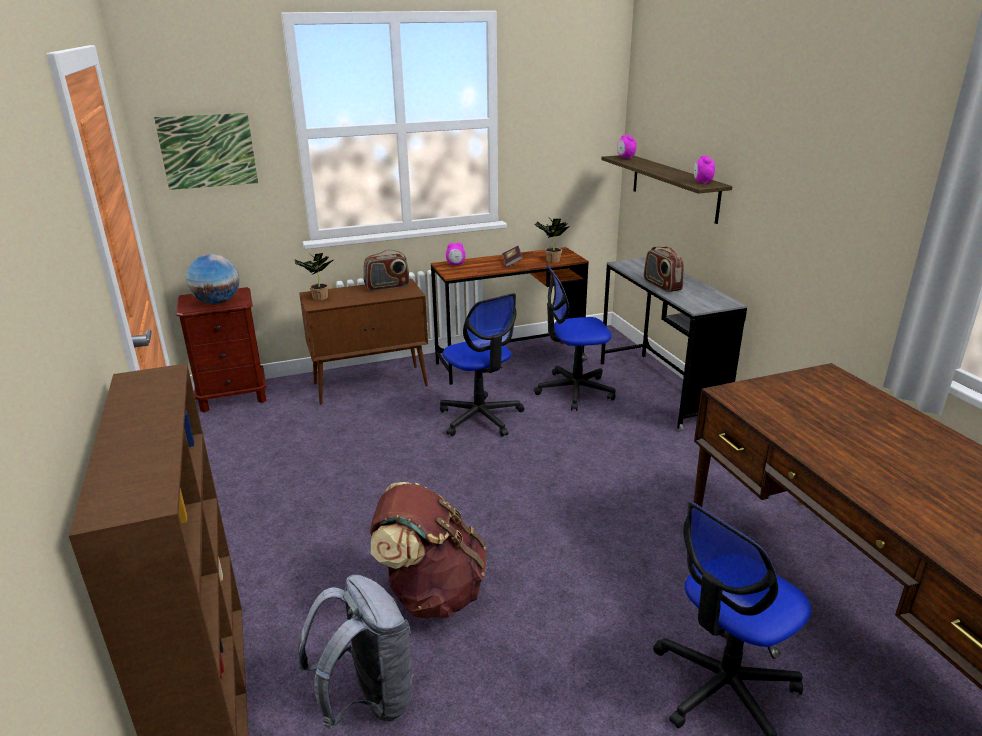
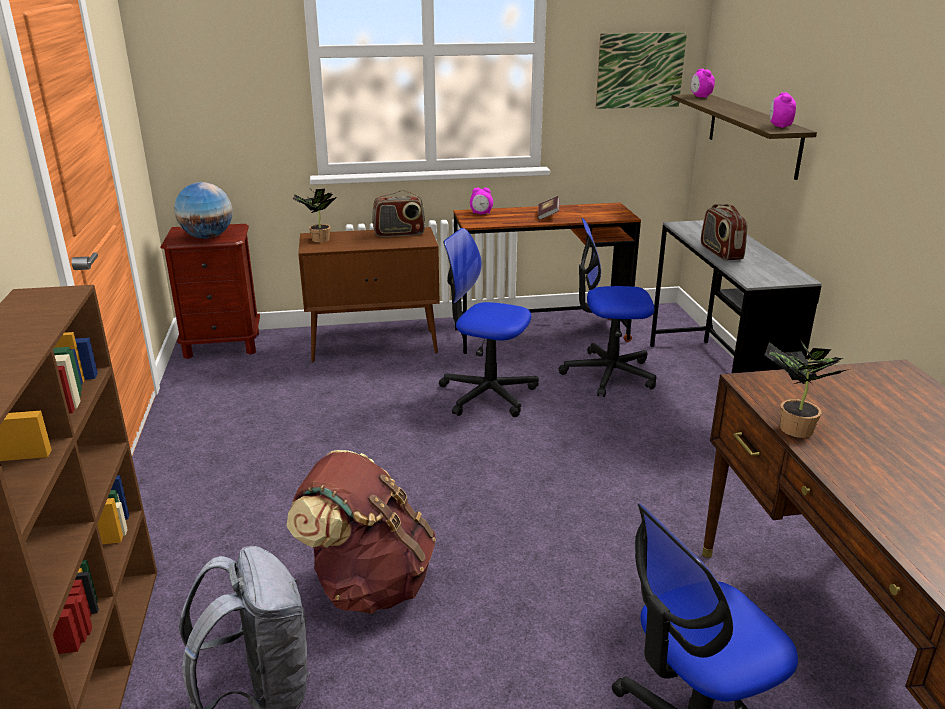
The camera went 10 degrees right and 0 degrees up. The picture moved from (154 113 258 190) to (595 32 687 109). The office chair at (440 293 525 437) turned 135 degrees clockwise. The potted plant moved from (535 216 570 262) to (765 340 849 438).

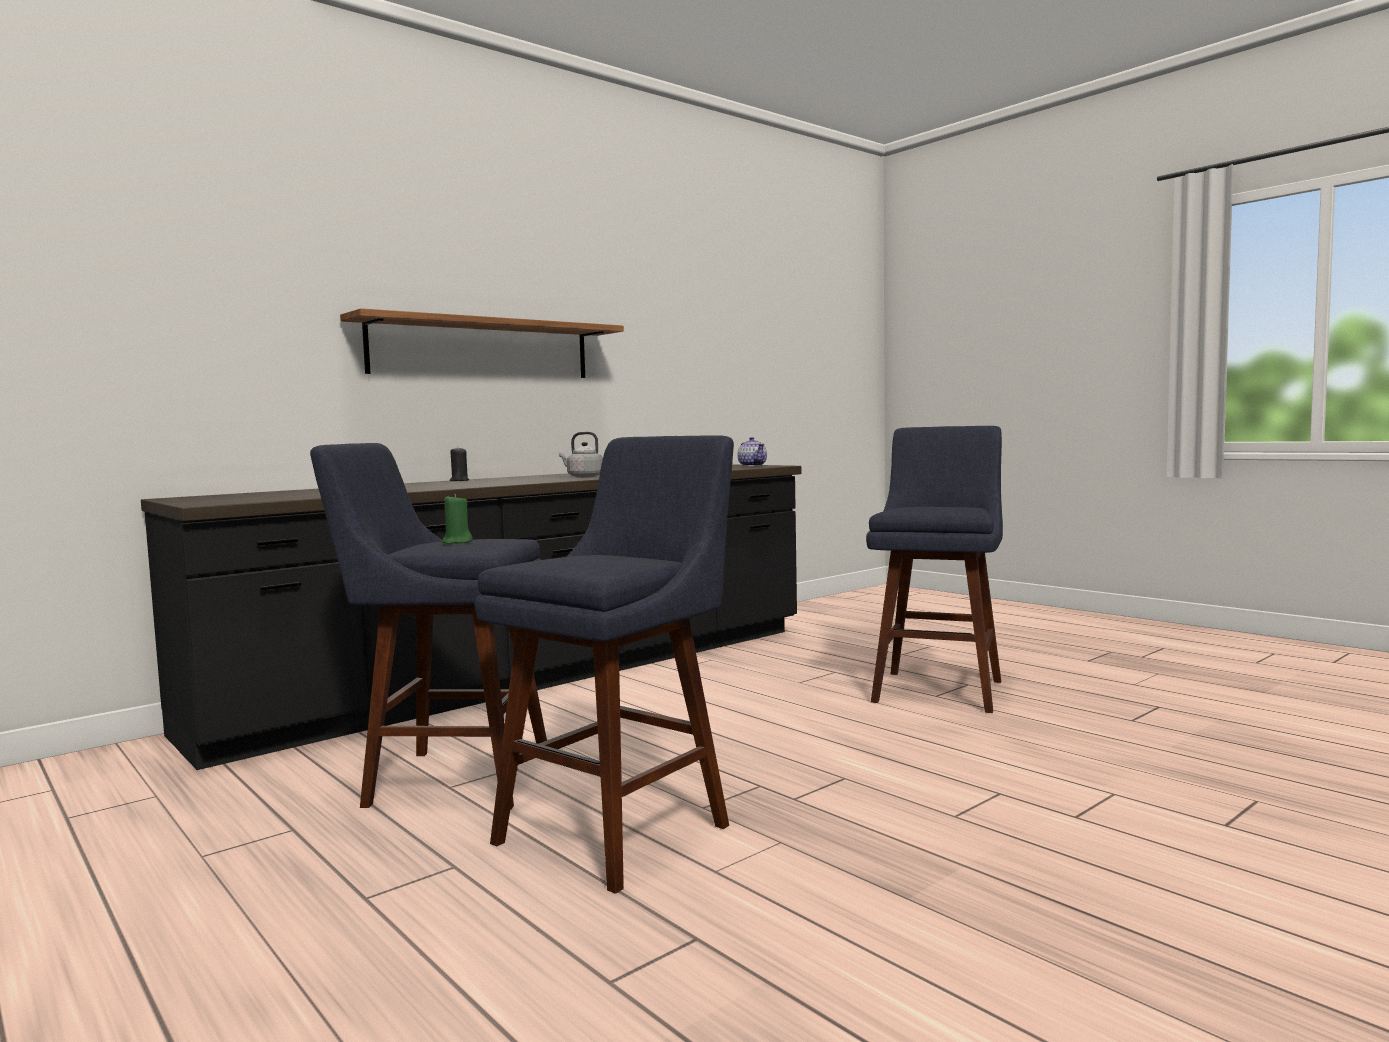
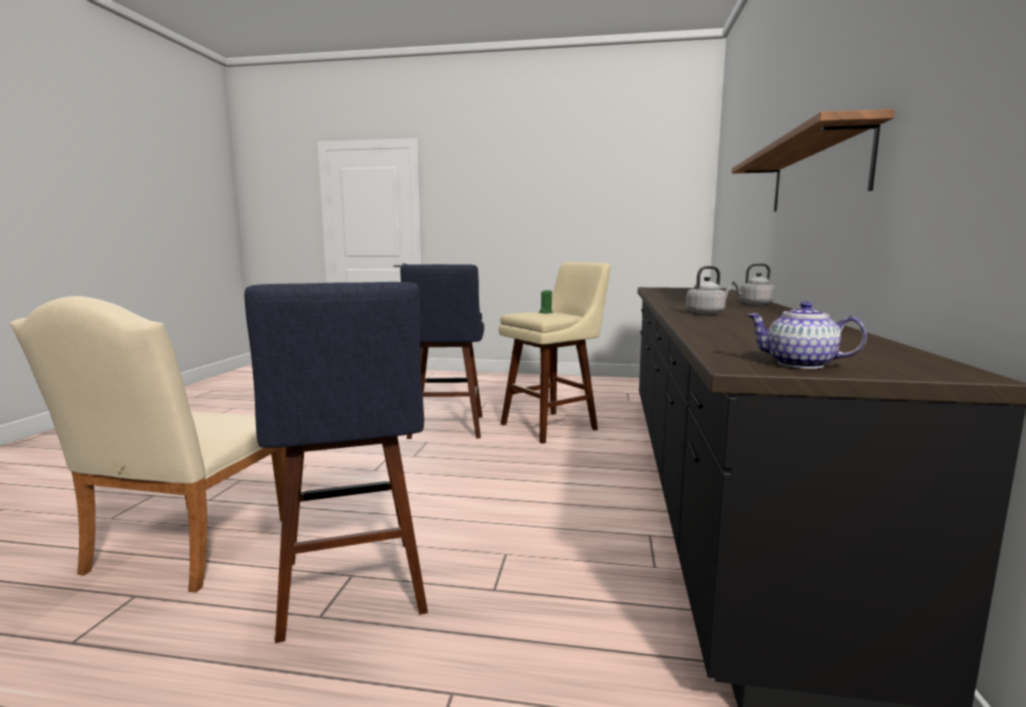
The camera went 140 degrees right and 5 degrees up. The stool/blue at (310 443 547 810) became the stool/beige at (499 262 611 444). The candle/black at (450 447 469 481) was replaced by the kettle/grey at (732 263 776 305). The chair/beige at (10 296 286 593) appeared.

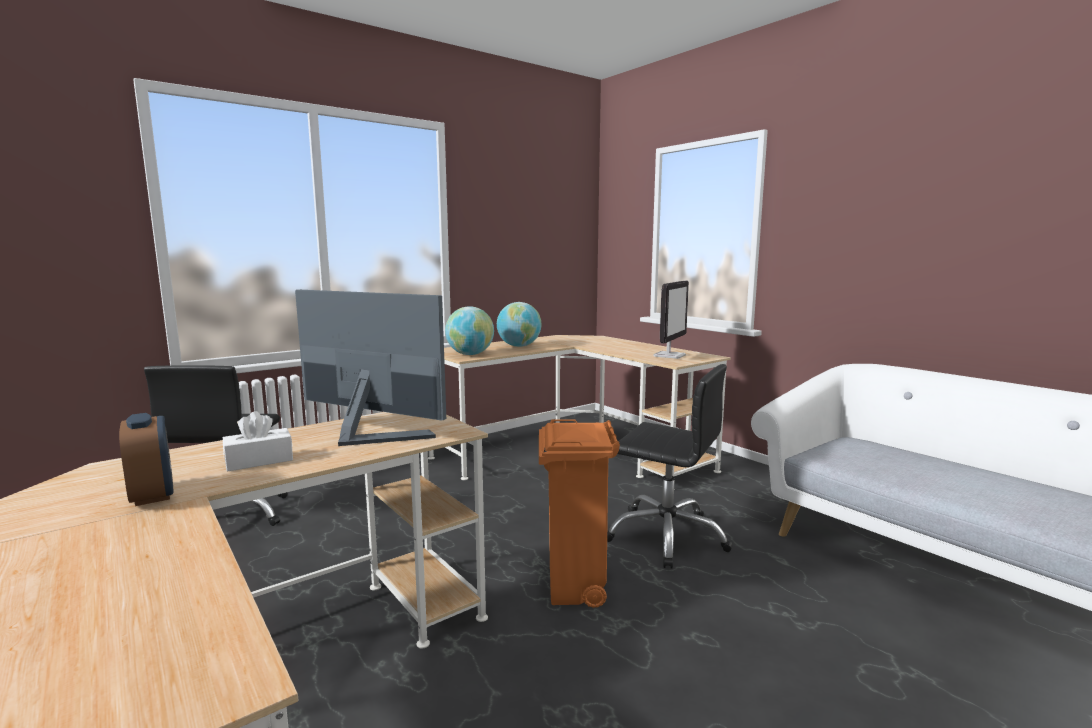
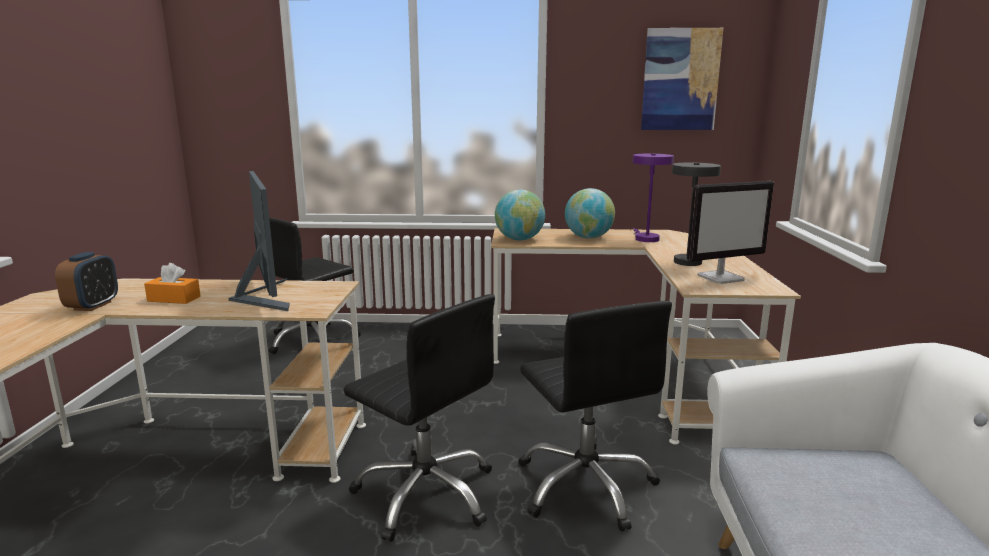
The camera went 40 degrees right and 5 degrees up. The tissue box/white at (223 411 293 471) became the tissue box/orange at (144 263 201 304). The trash can/orange at (539 419 620 608) was replaced by the office chair/black at (344 294 495 542). The table lamp/purple at (633 153 674 242) appeared. The picture at (641 28 724 130) appeared. The table lamp/grey at (672 163 721 266) appeared.

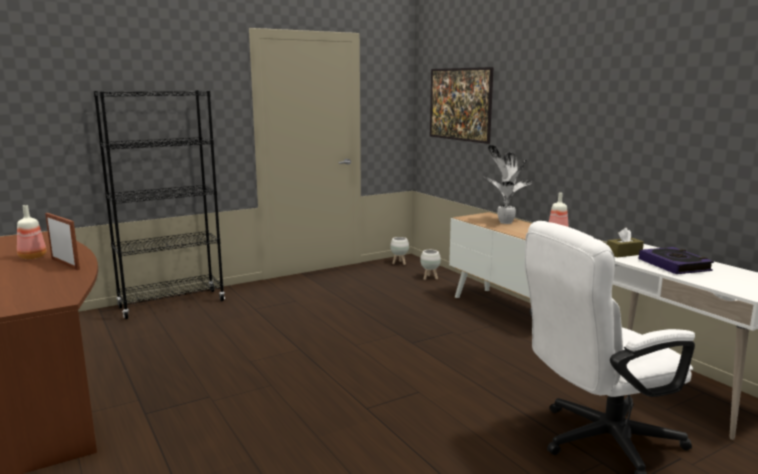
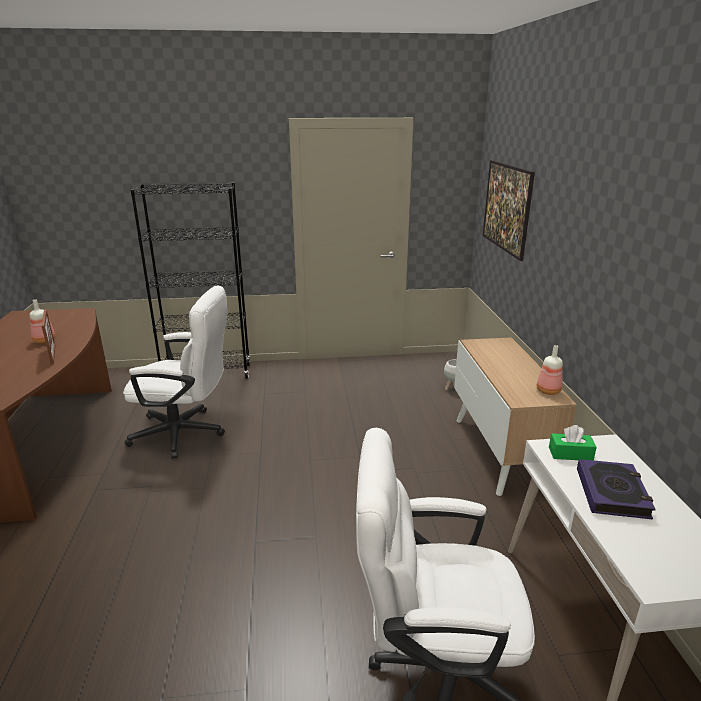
The camera went 25 degrees right and 10 degrees up. The planter/white at (390 237 409 265) disappeared. The potted plant at (484 145 532 224) disappeared. The tissue box/brown at (607 228 644 258) became the tissue box/green at (549 425 597 460). The office chair/white at (123 285 227 459) appeared.

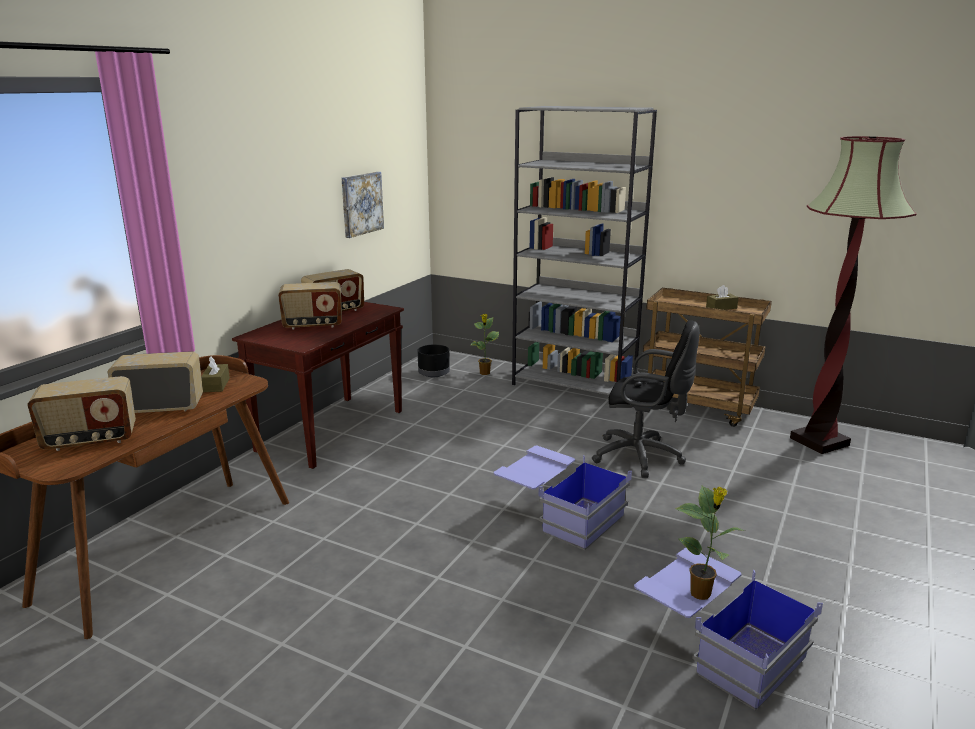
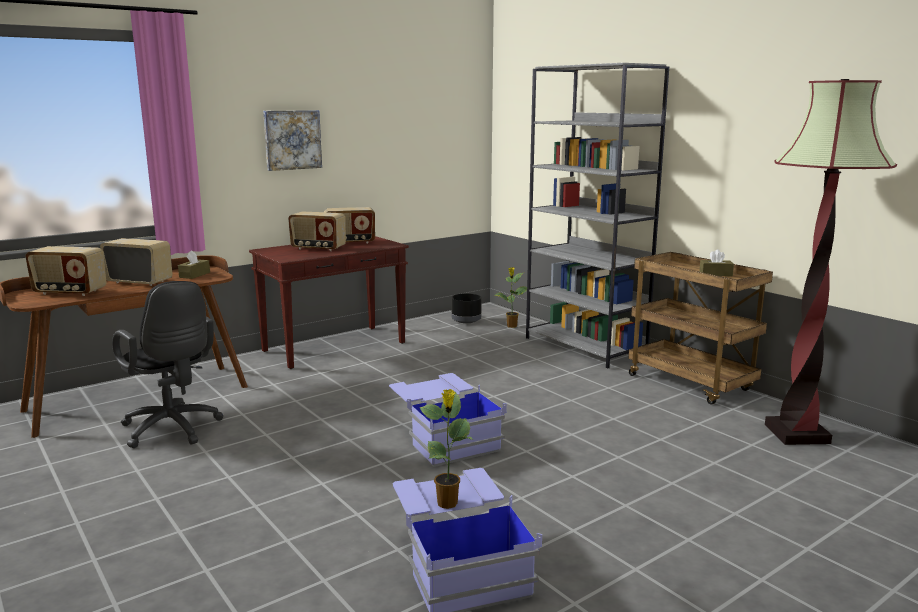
The camera went 25 degrees right and 5 degrees down. The picture moved from (341 172 384 238) to (263 110 322 171). The office chair/black moved from (592 320 699 478) to (112 281 224 448).

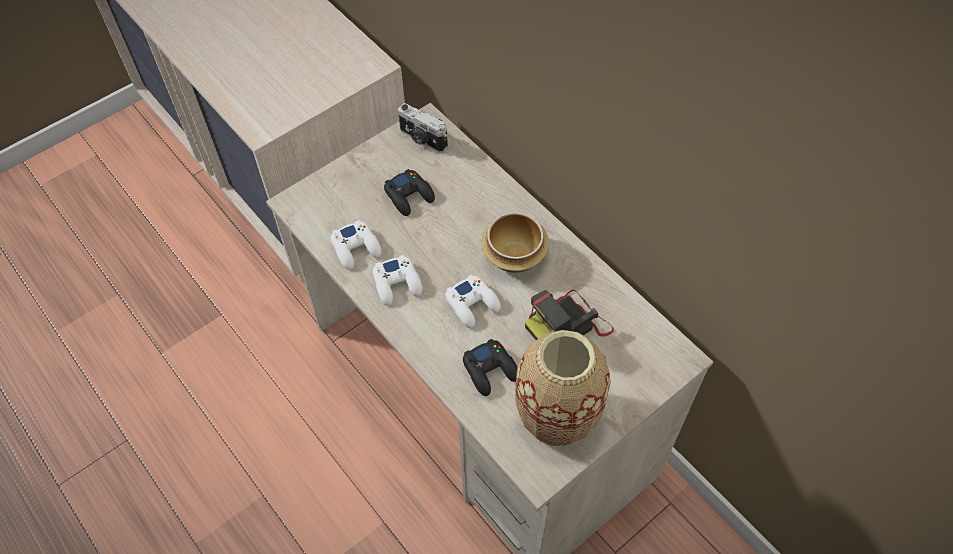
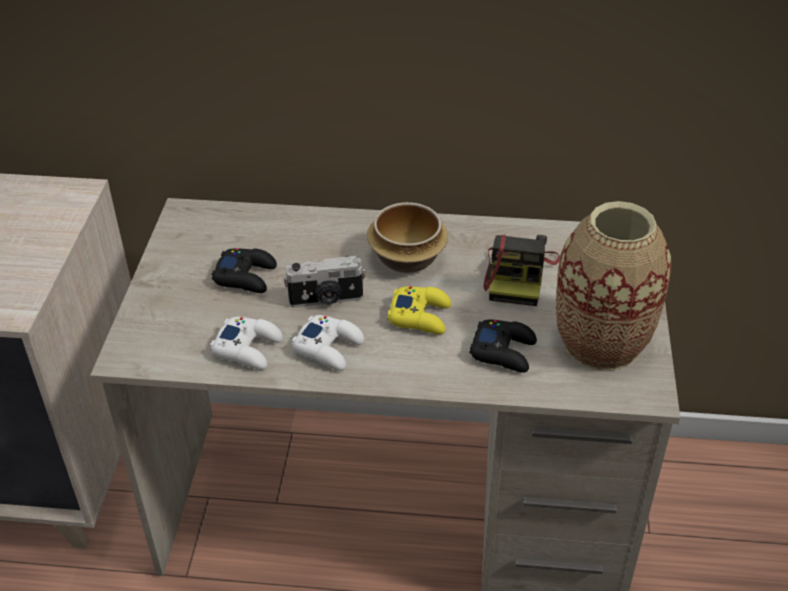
The camera went 45 degrees left and 15 degrees down. The photo camera moved from (398 103 448 153) to (284 256 365 308). The game controller/white at (445 275 501 328) became the game controller/yellow at (388 286 451 334).

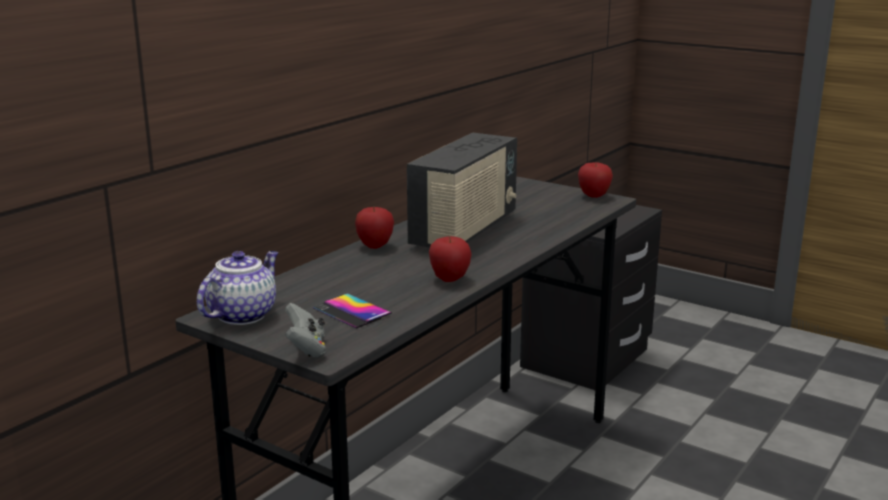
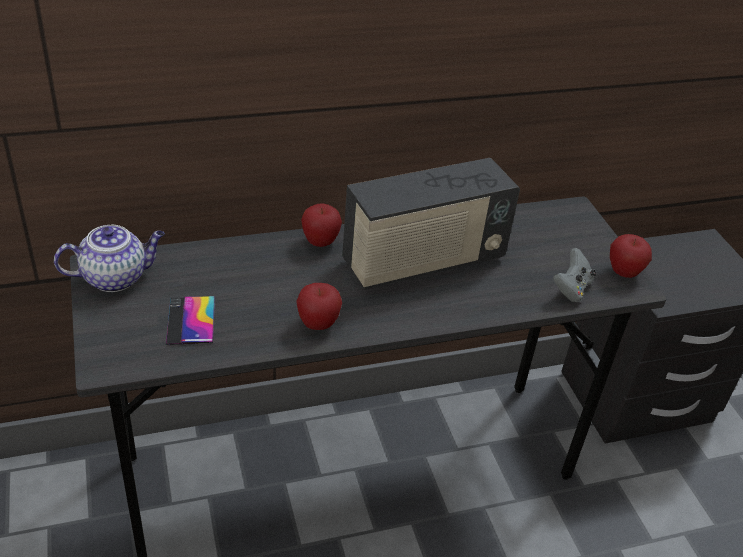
The camera went 35 degrees right and 20 degrees up. The game controller/grey moved from (285 303 326 357) to (553 248 596 302).

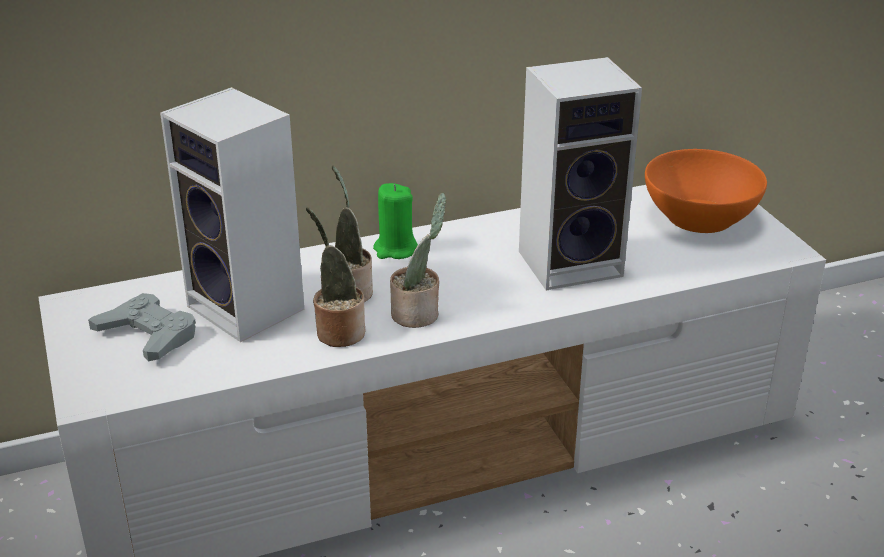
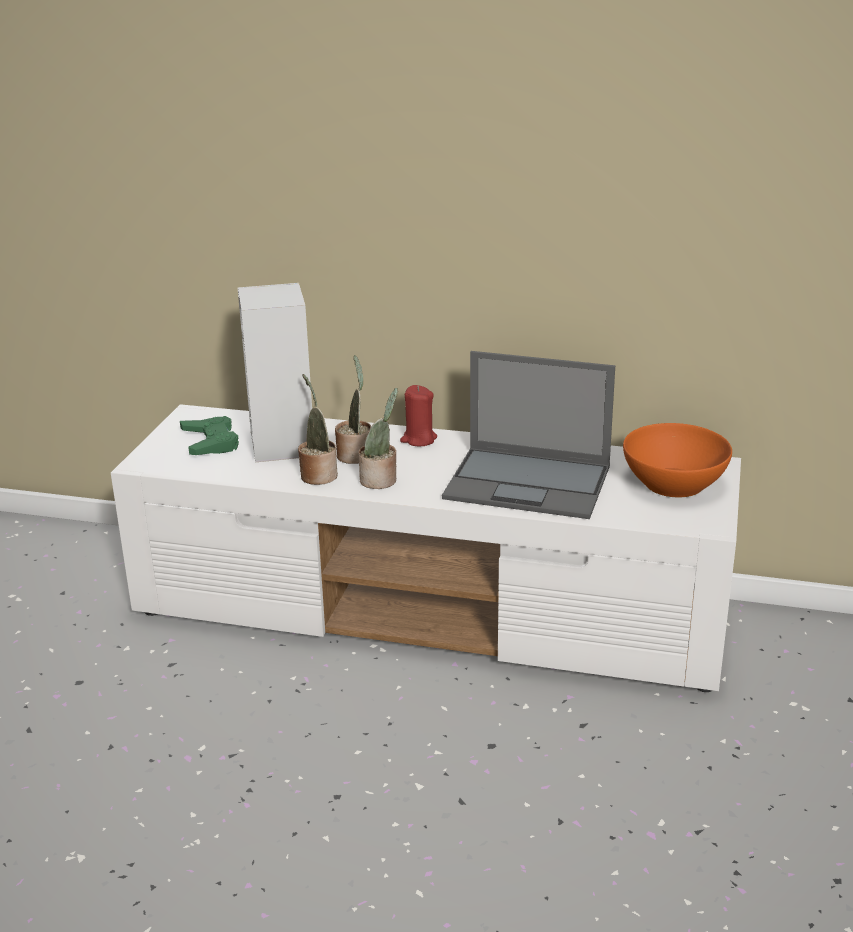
The camera went 35 degrees right and 5 degrees down. The game controller/grey at (88 293 196 361) became the game controller/green at (180 416 239 455). The candle/green at (373 183 418 259) became the candle/red at (400 385 437 446). The speaker at (519 57 642 290) was replaced by the laptop at (442 351 615 519).

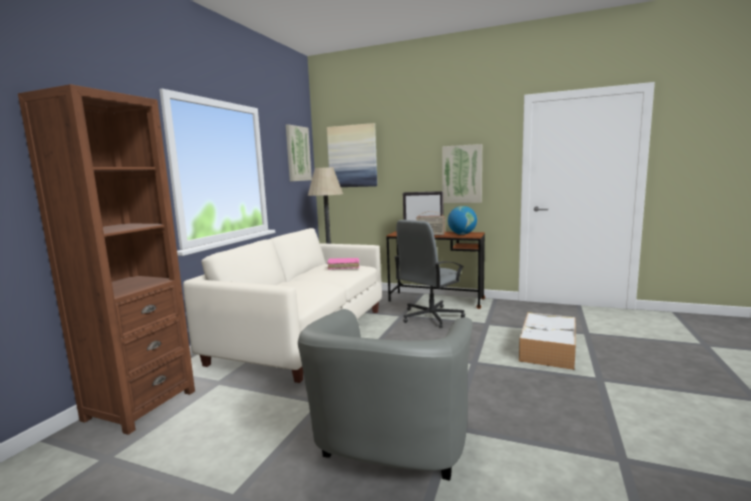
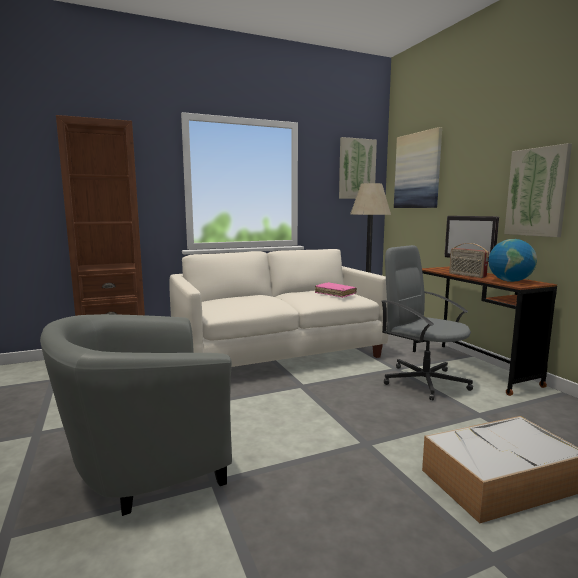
The camera went 45 degrees right and 0 degrees up. The office chair/grey at (394 220 465 328) turned 45 degrees clockwise.

